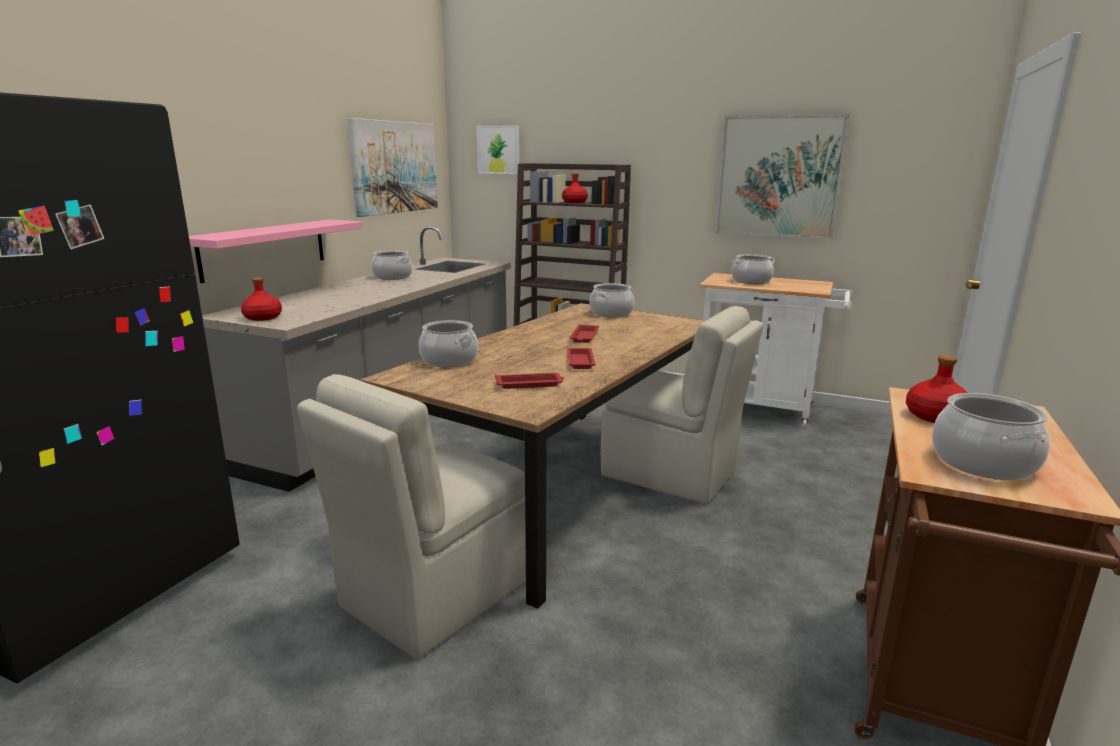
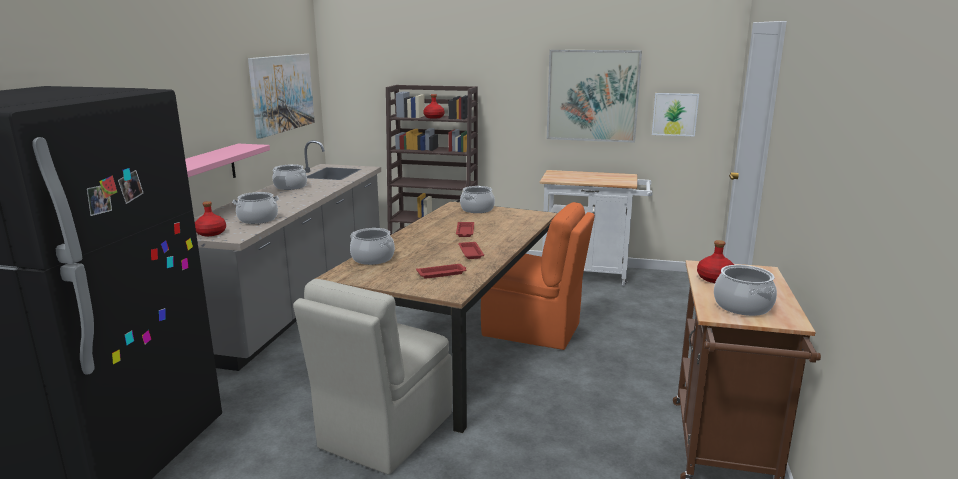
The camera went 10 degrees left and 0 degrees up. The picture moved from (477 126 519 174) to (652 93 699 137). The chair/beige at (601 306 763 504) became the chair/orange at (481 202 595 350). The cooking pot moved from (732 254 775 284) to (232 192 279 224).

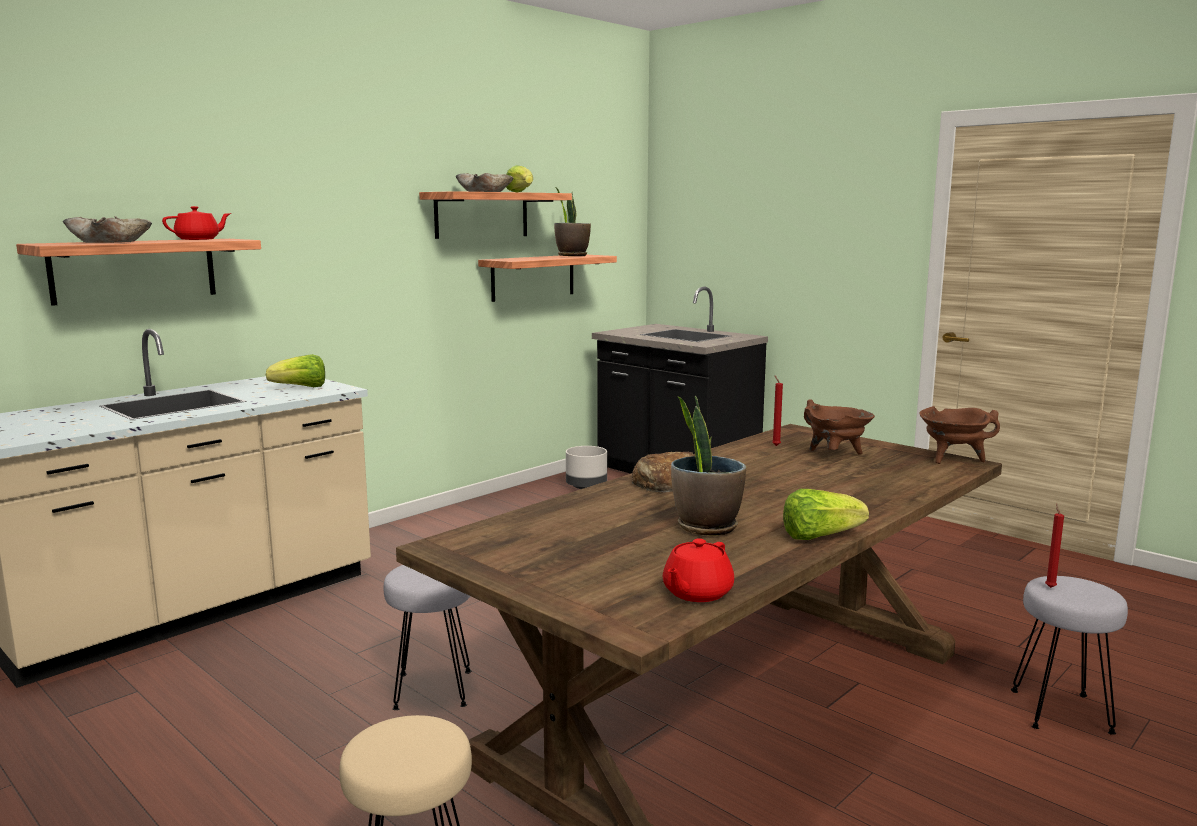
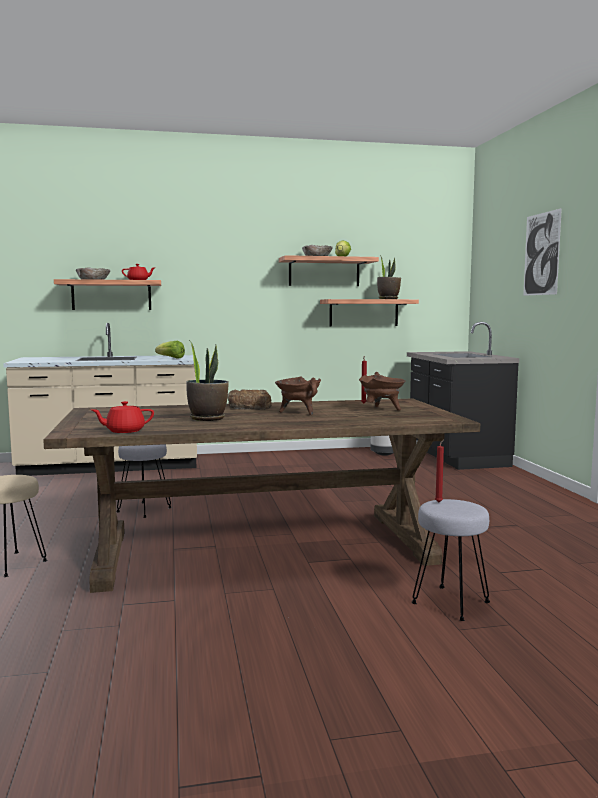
The camera went 35 degrees right and 5 degrees down. The lettuce at (783 489 869 540) disappeared. The cooking pot/brown moved from (919 406 1000 464) to (275 377 321 415). The picture at (523 208 562 296) appeared.

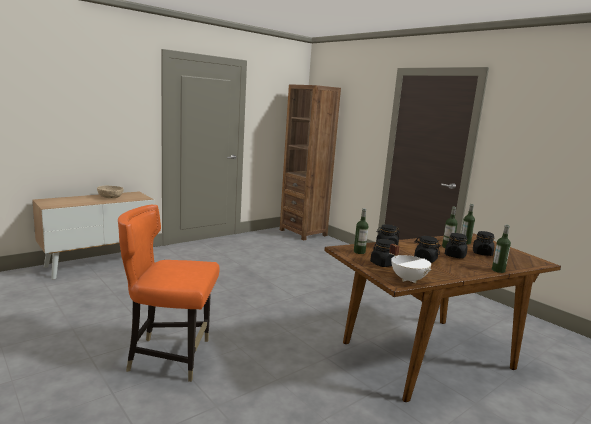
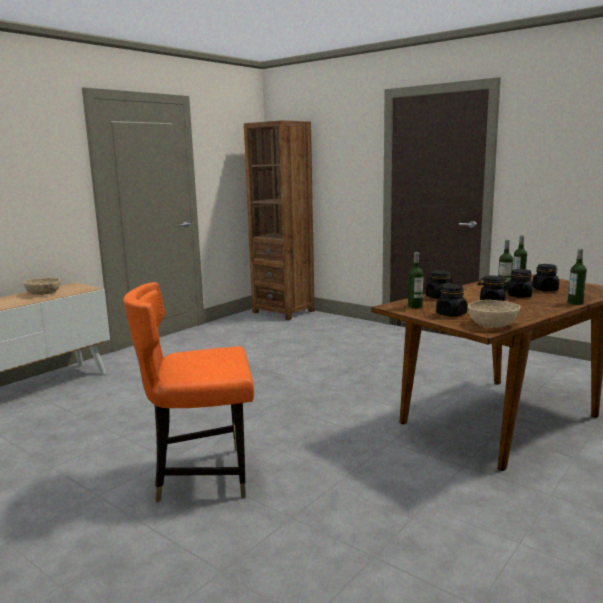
The camera went 10 degrees left and 0 degrees up. The cooking pot/white at (389 244 432 283) was replaced by the bowl/beige at (468 300 521 327).

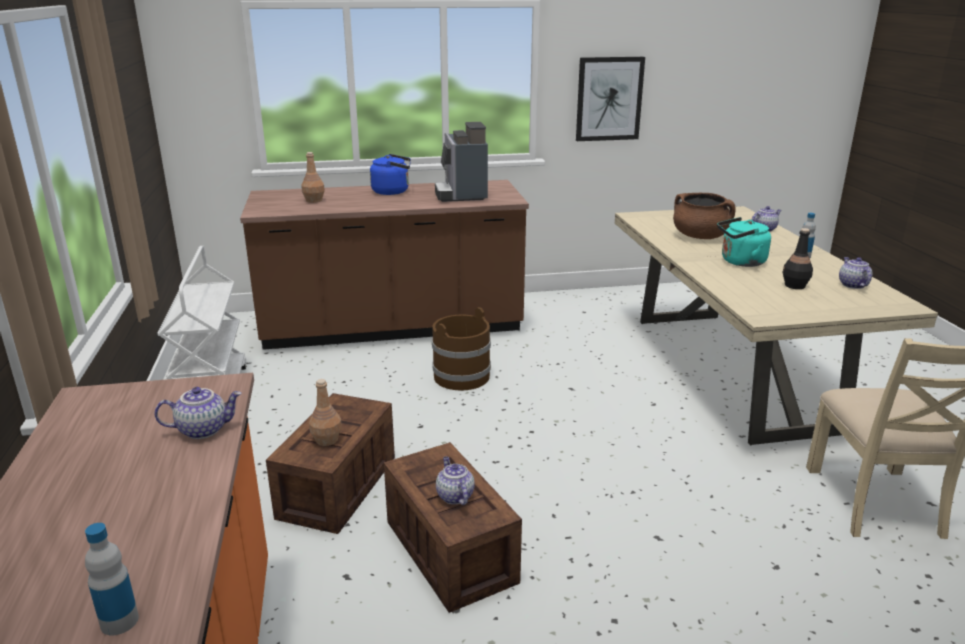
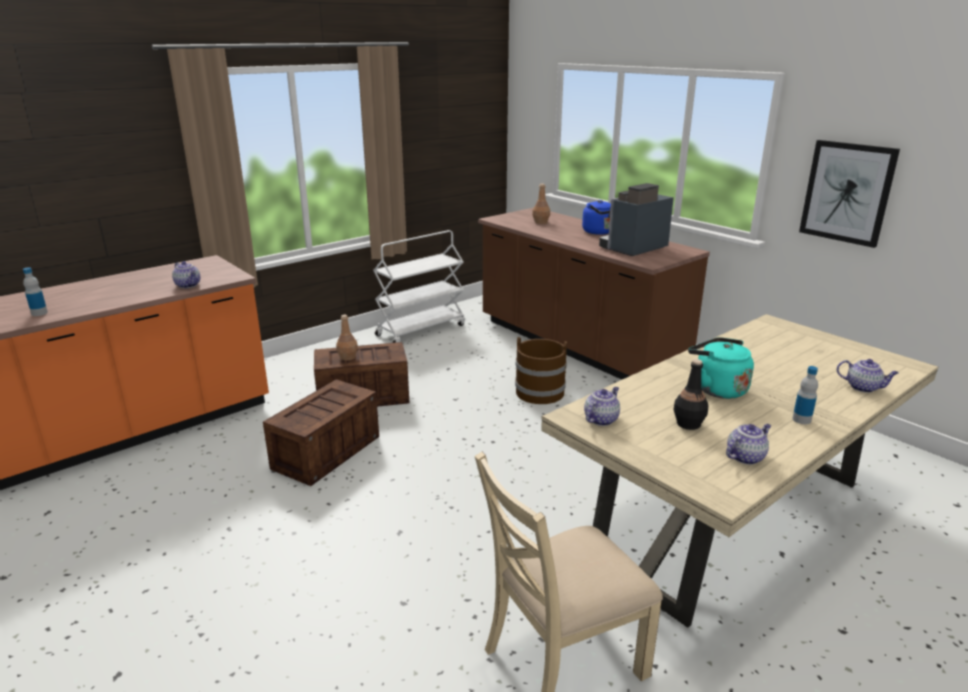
The camera went 60 degrees right and 0 degrees up. The teapot moved from (436 456 475 505) to (584 387 620 426). The cooking pot/brown at (673 193 736 239) disappeared.

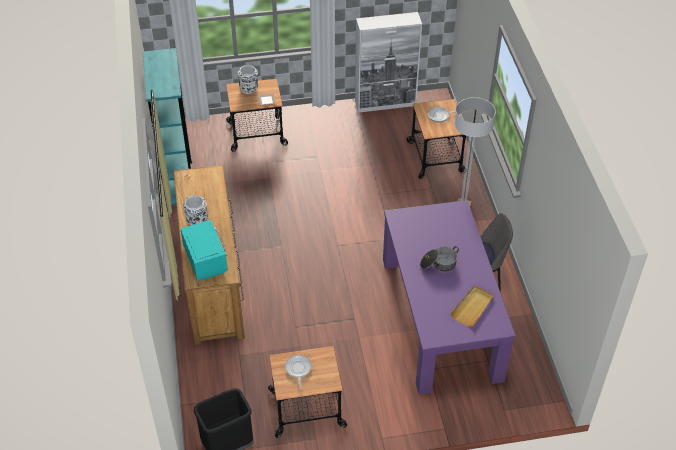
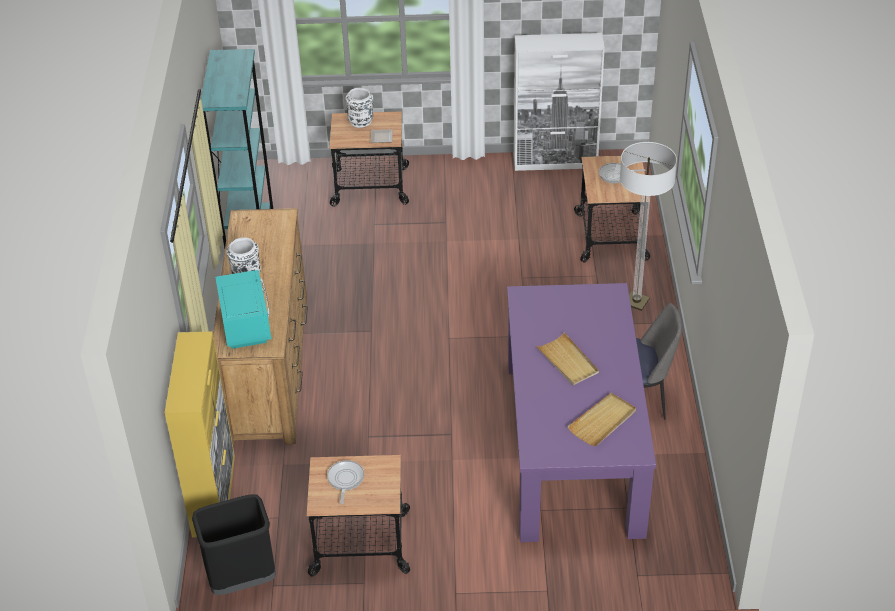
The camera went 10 degrees right and 5 degrees down. The cooking pot at (420 246 459 272) was replaced by the tray/beige at (535 332 599 385). The cabinet/yellow at (165 332 235 537) appeared.

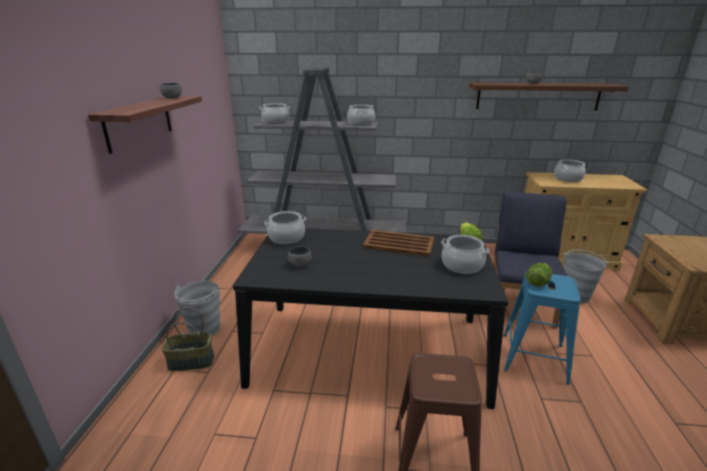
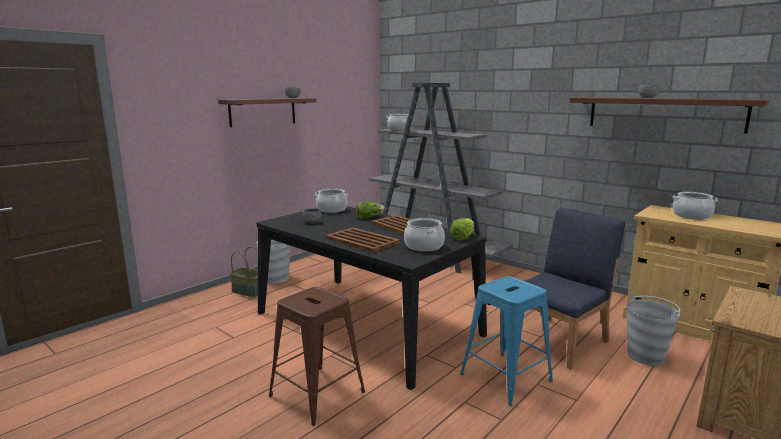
The camera went 35 degrees right and 10 degrees down. The cooking pot at (347 105 375 126) disappeared. The lettuce moved from (526 263 552 287) to (356 202 385 219). The tray/brown at (326 227 400 253) appeared.

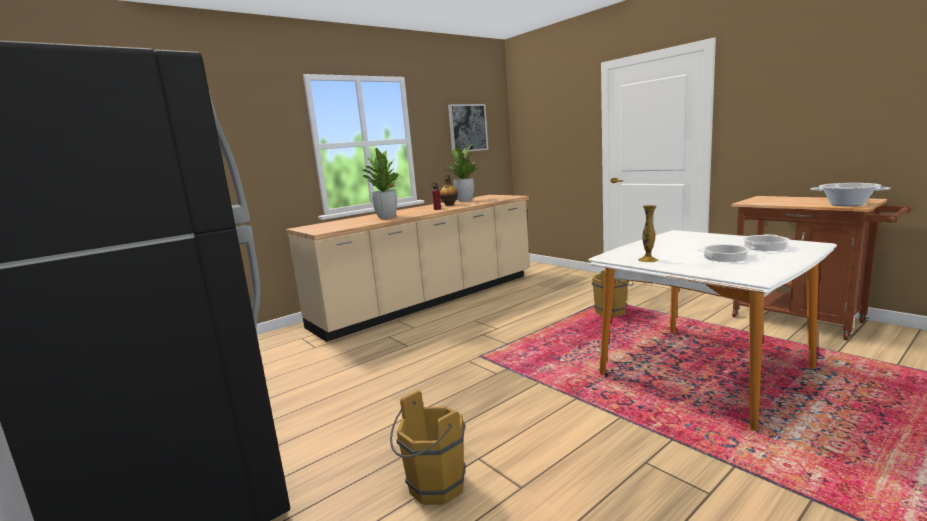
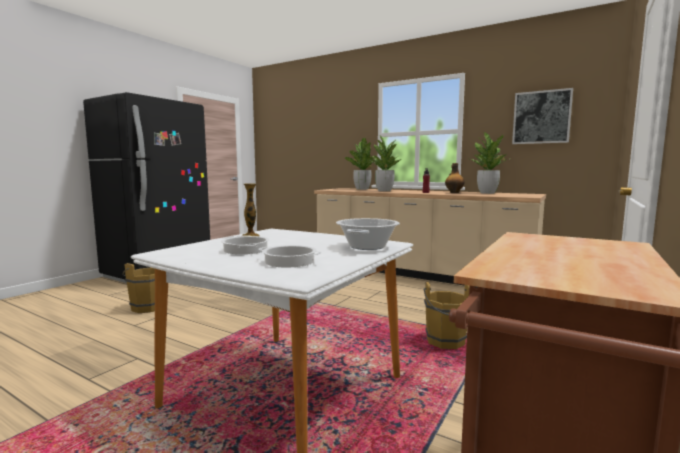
The camera went 70 degrees right and 5 degrees down. The cooking pot moved from (810 183 890 206) to (336 218 400 250). The potted plant at (345 138 374 190) appeared.

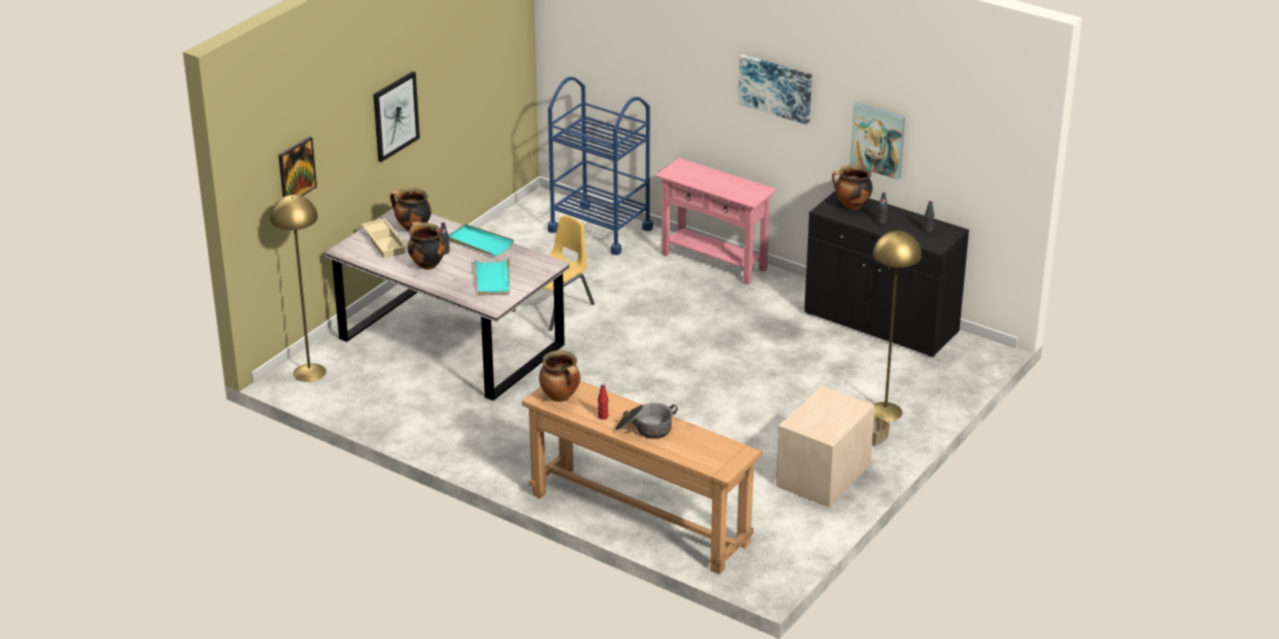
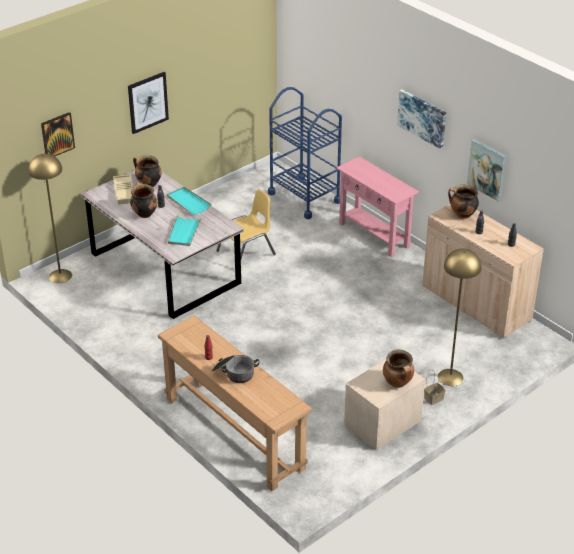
The camera went 15 degrees right and 5 degrees up. The cooking pot moved from (539 350 580 402) to (383 350 414 388). The cabinet/black at (804 191 969 357) became the cabinet/beige at (422 204 544 339).

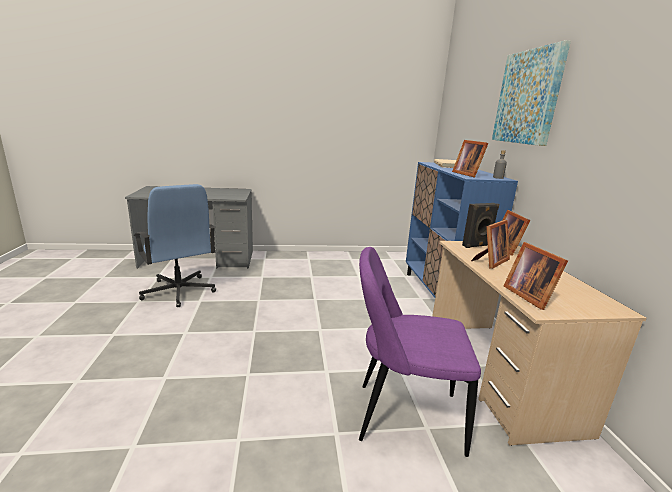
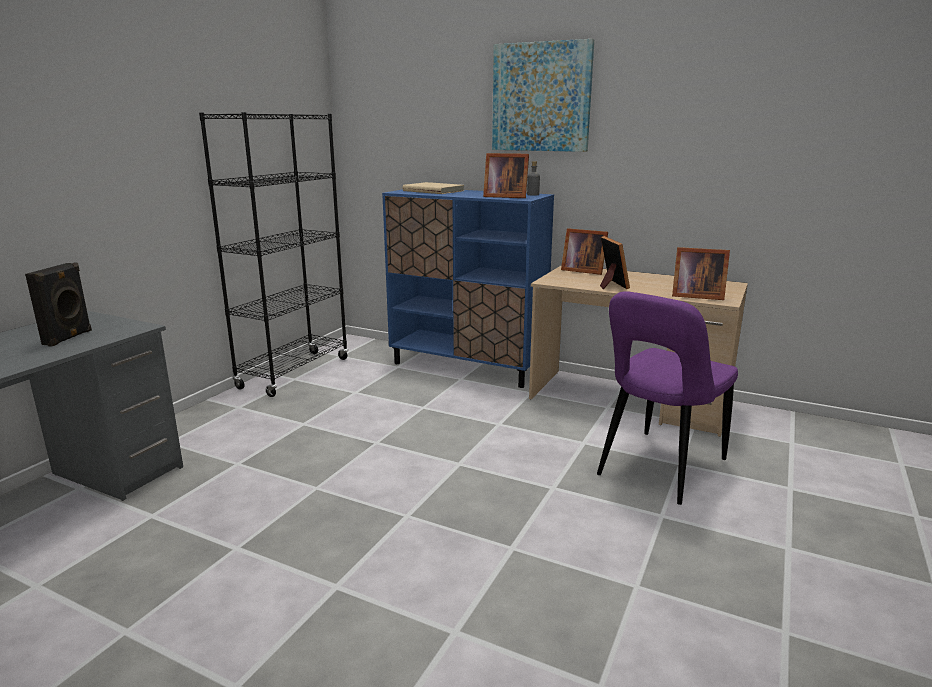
The camera went 55 degrees left and 0 degrees up. The office chair/blue at (134 184 216 308) disappeared. The speaker/black moved from (462 203 499 248) to (25 263 92 347). The bookcase/black at (199 112 348 397) appeared.

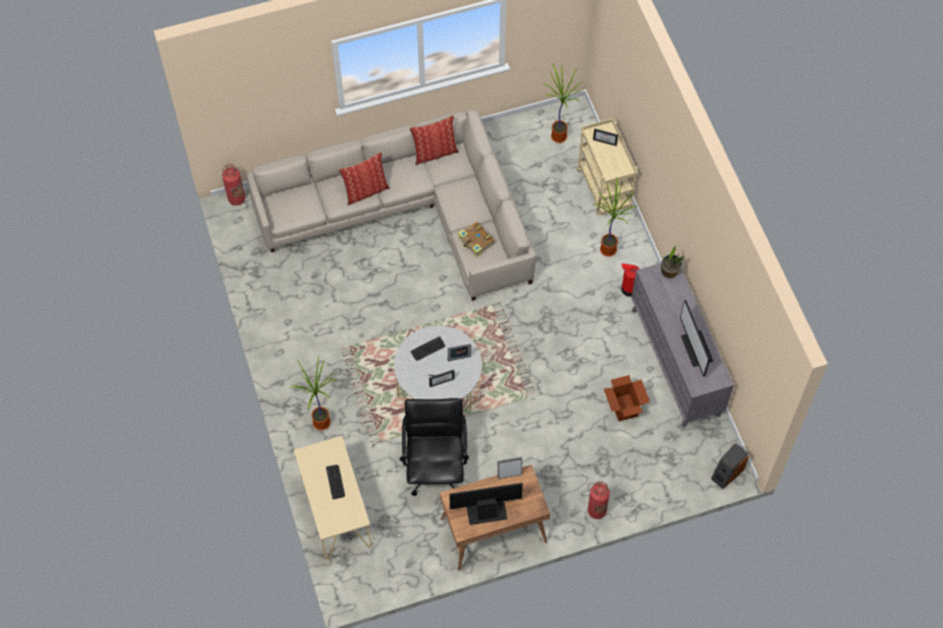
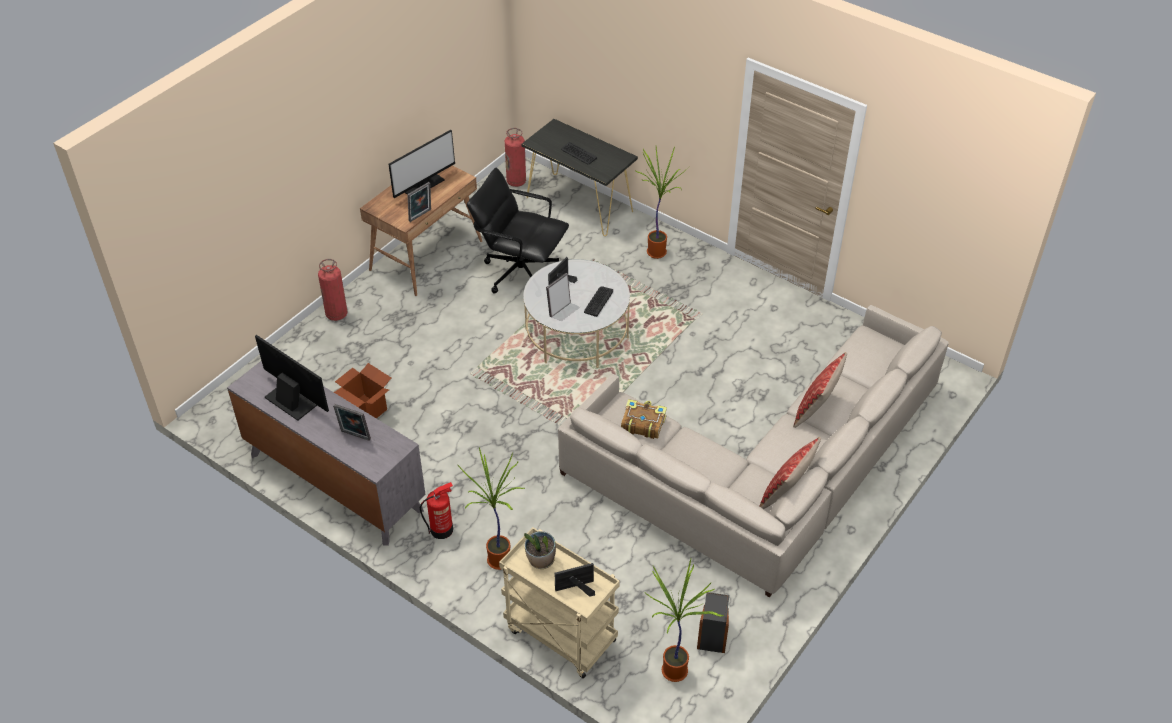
The camera went 145 degrees right and 15 degrees down. The fire extinguisher moved from (222 164 245 206) to (505 128 526 187). The console table/beige at (294 436 372 561) became the console table/black at (521 119 638 236). The office chair/black at (400 398 469 496) turned 150 degrees clockwise. The potted plant moved from (661 244 684 279) to (524 531 556 569). The speaker moved from (711 443 749 489) to (697 592 729 653). The picture frame at (333 404 371 441) appeared.

